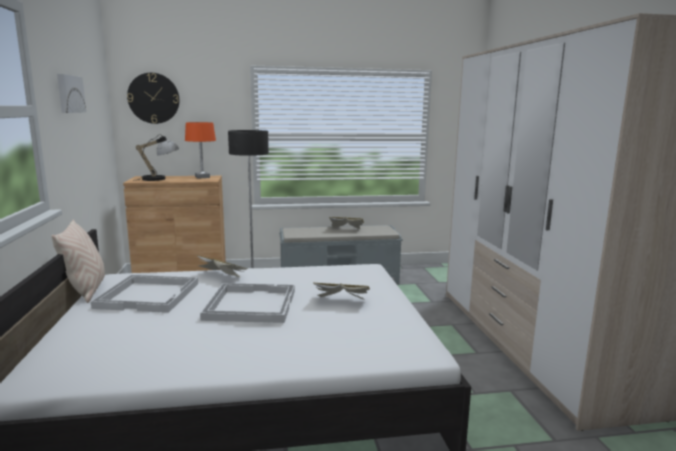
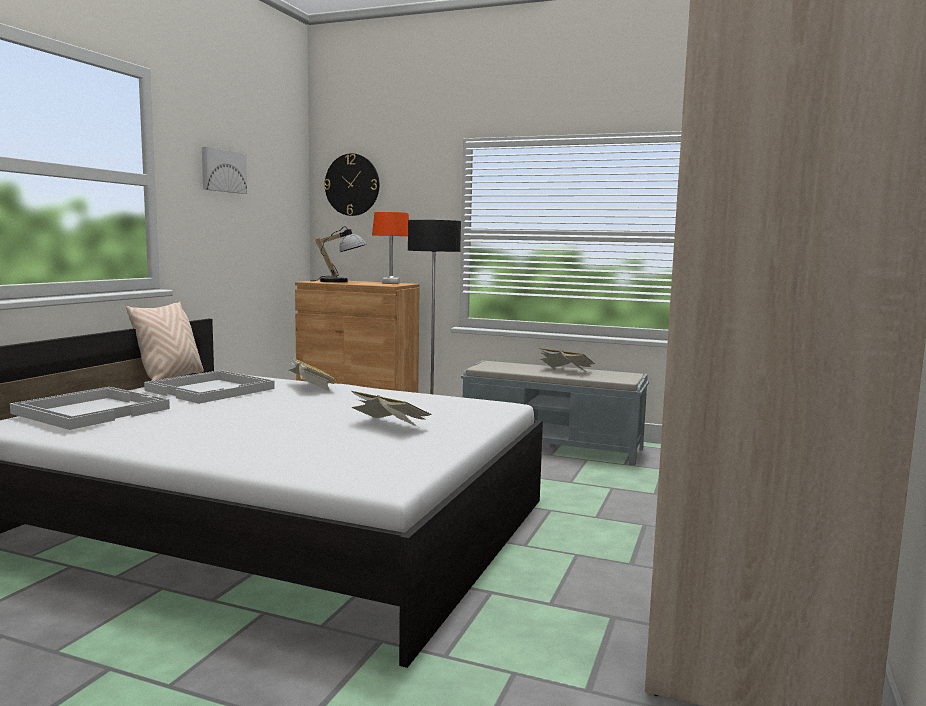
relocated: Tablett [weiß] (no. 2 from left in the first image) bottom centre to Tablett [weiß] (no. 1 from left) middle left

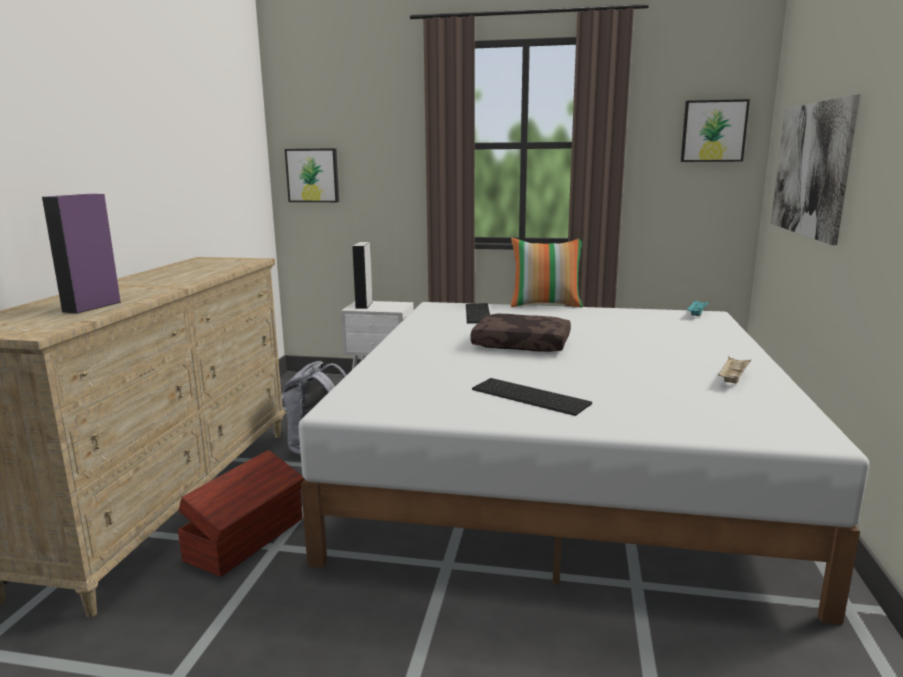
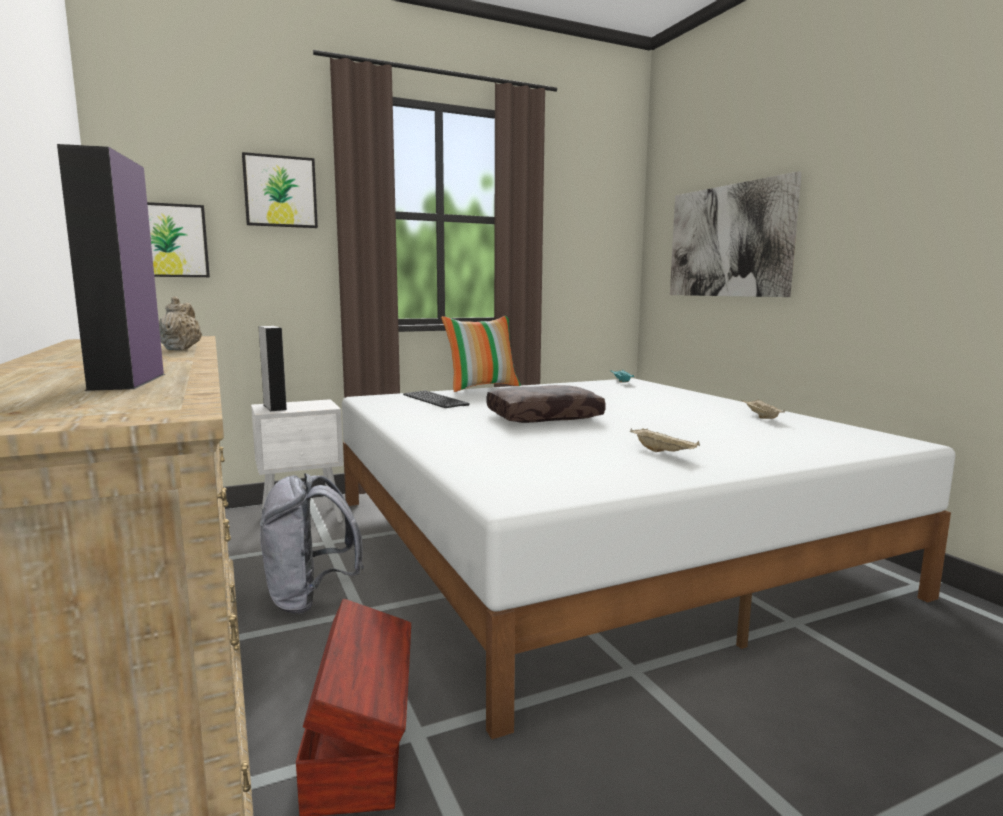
appeared: Teekanne [beige] middle left
relocated: Bild (no. 2 from left) top right to top left
exchanged: Tastatur (no. 2 from left) centre to Tablett [beige] (no. 1 from left) centre

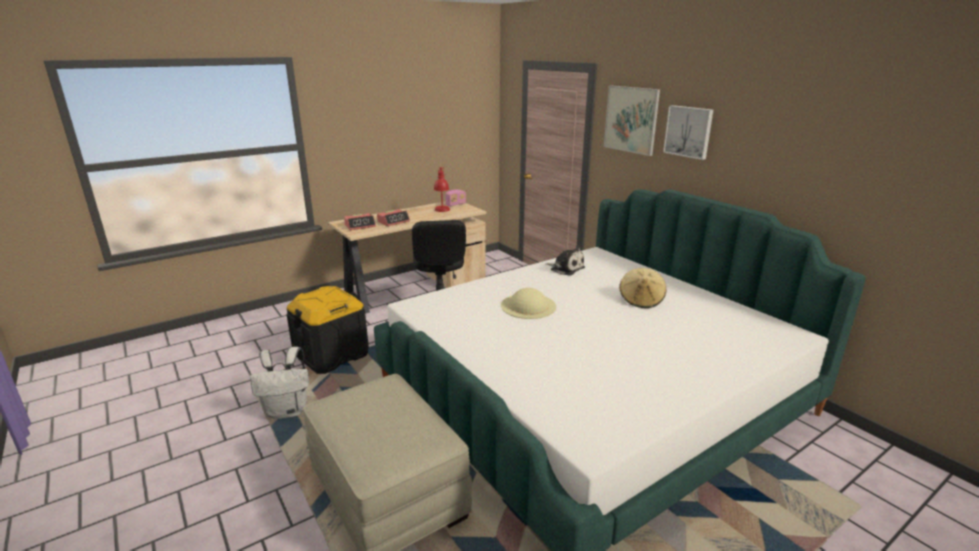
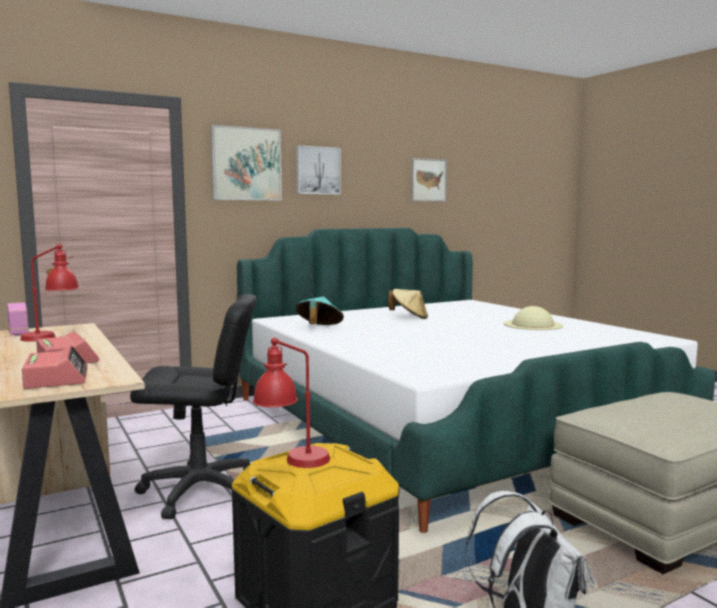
appeared: Tischlampe [rot] (no. 2 from left) centre; Bild (no. 3 from left) top centre
relocated: Hut [beige] (no. 1 from left in the first image) centre to Hut [beige] (no. 2 from left) middle right
exchanged: Plüschtier centre to Hut [türkis] centre

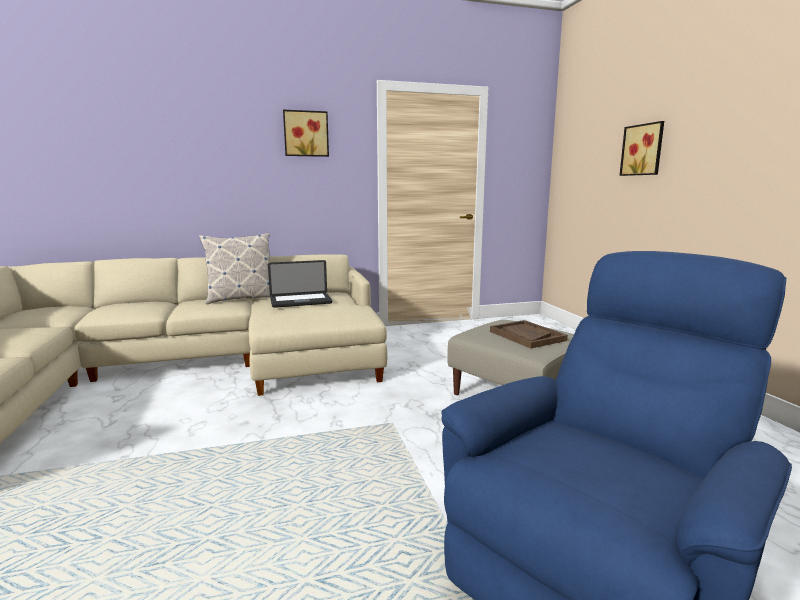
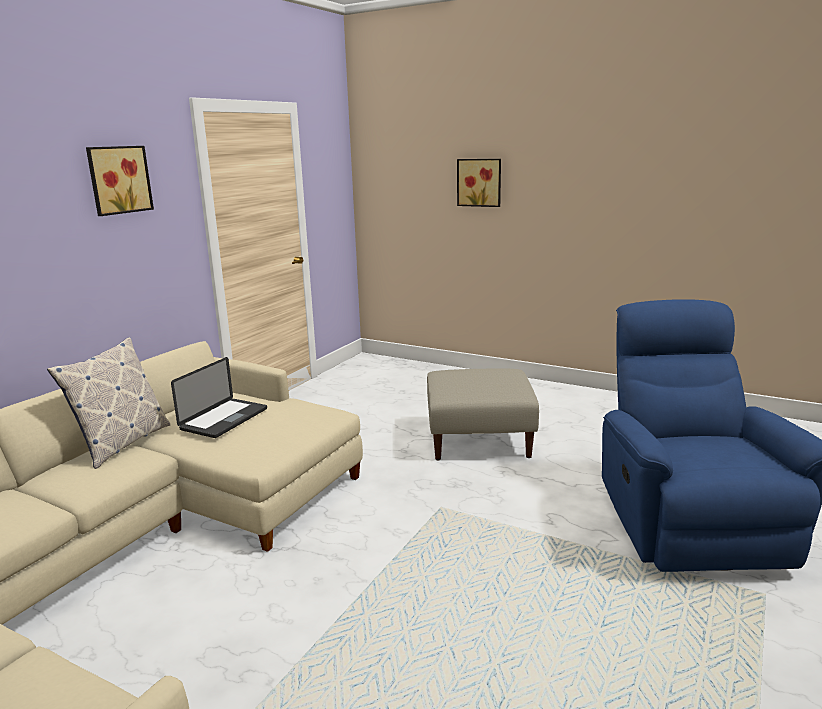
missing: Tablett [braun] centre

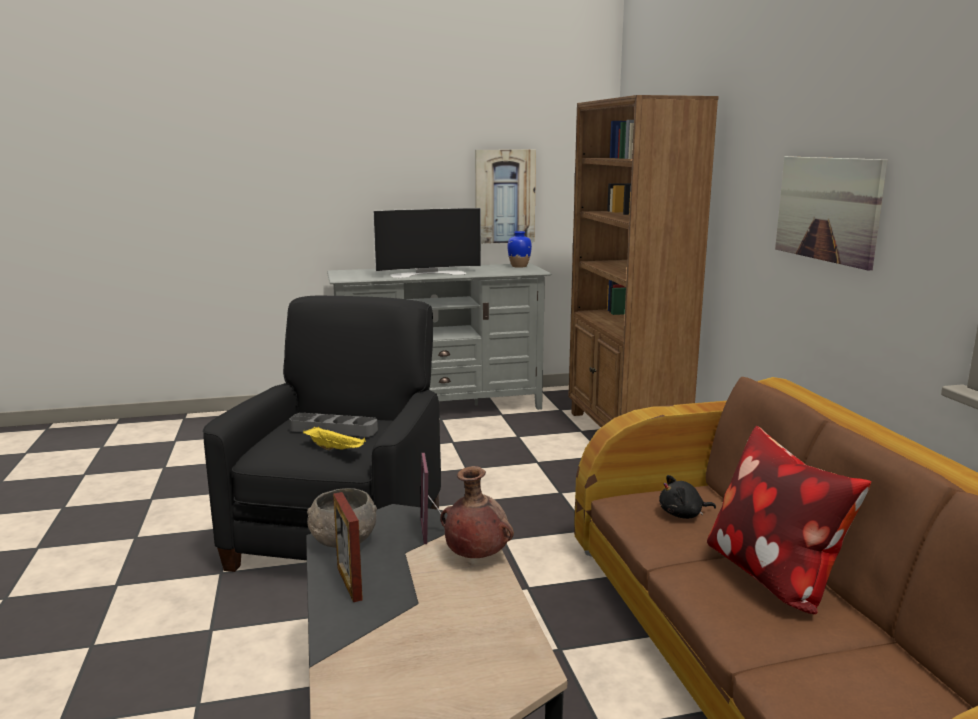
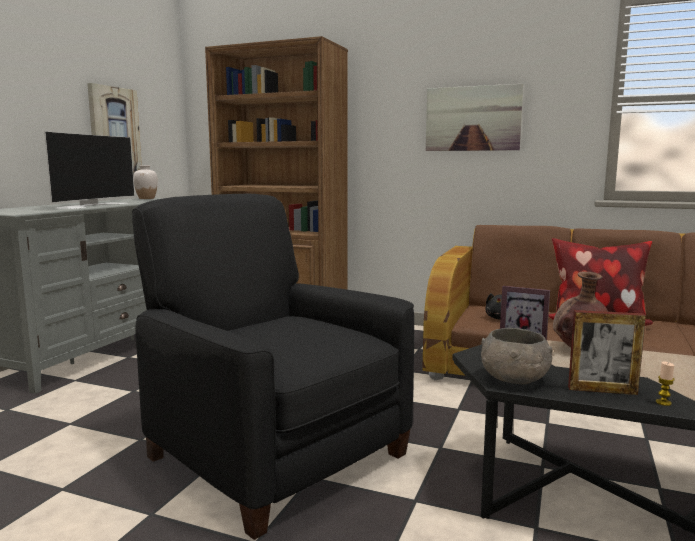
missing: Tablett [grau] centre; Tablett [gelb] centre
appeared: Kerze bottom right
colour: Vase [blau] centre to Vase [weiß] middle left

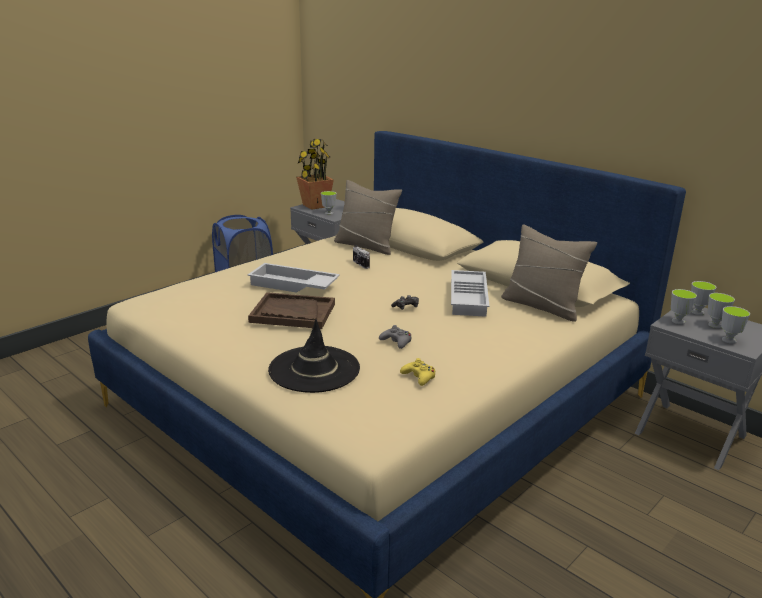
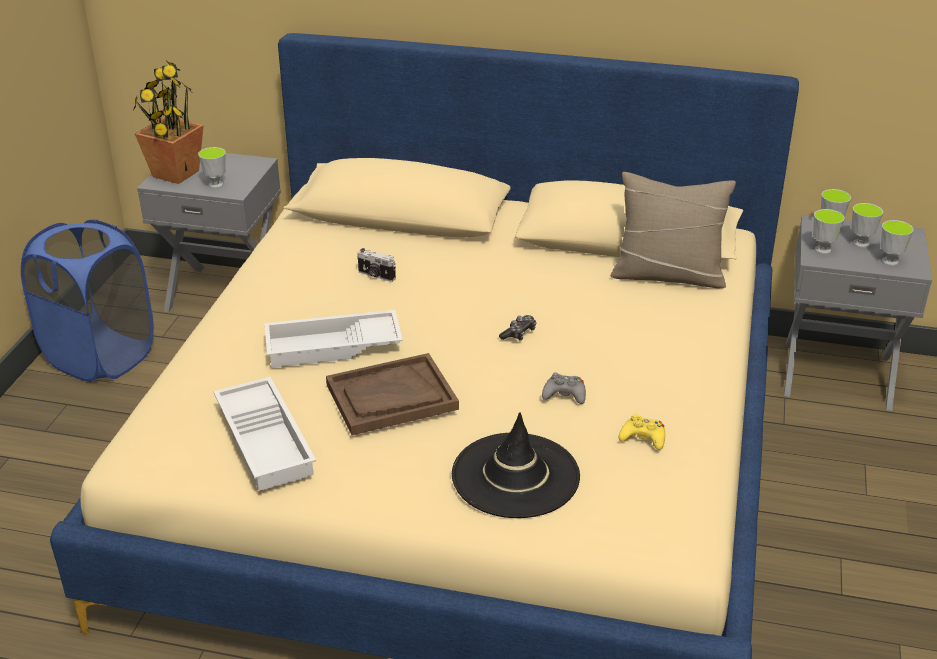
missing: Kissen [beige] (no. 1 from left) centre
relocated: Tablett [weiß] (no. 2 from left in the first image) centre to Tablett [weiß] (no. 1 from left) middle left

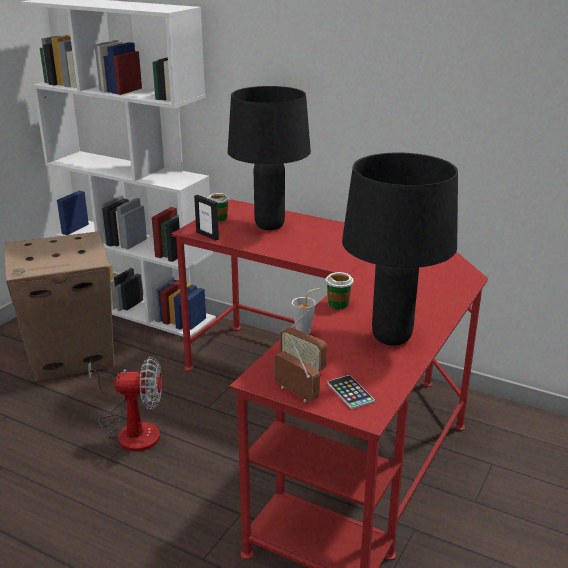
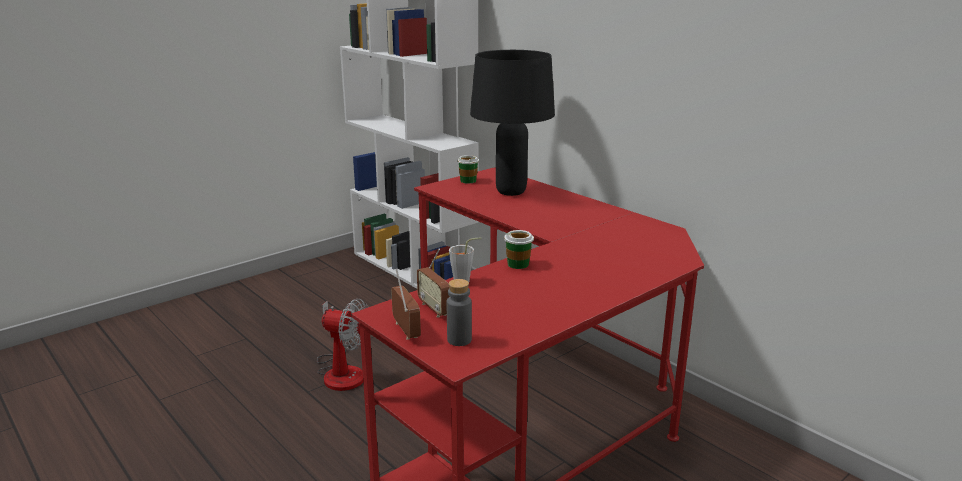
missing: Karton middle left; Bilderrahmen centre; Tischlampe [schwarz] (no. 2 from left) middle right
exchanged: Handy bottom centre to Flasche [grau] centre

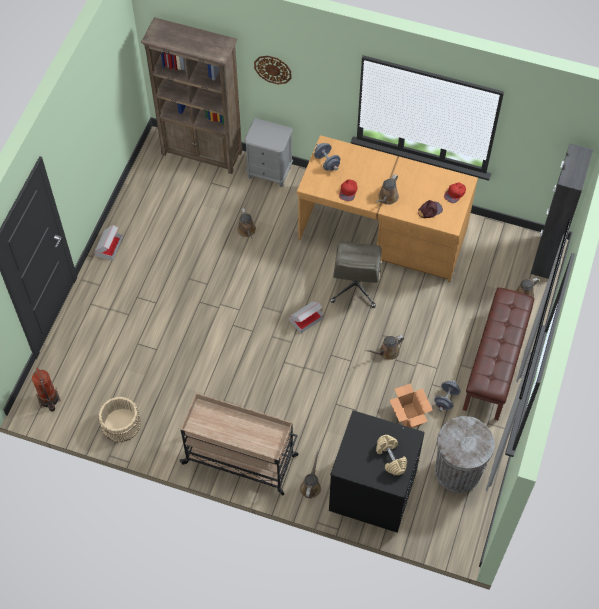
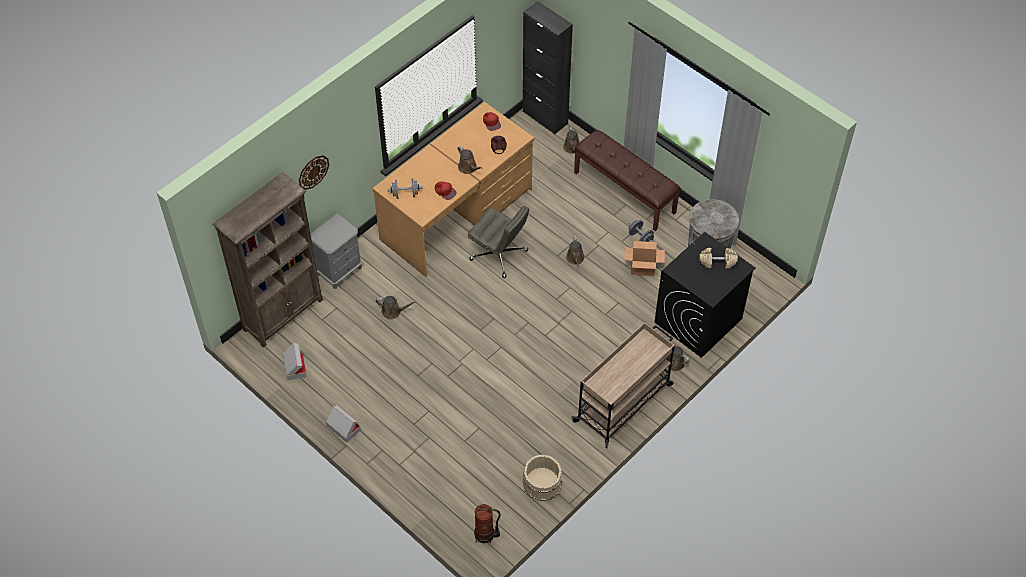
relocated: Karton (no. 2 from left in the first image) centre to Karton (no. 1 from left) middle left

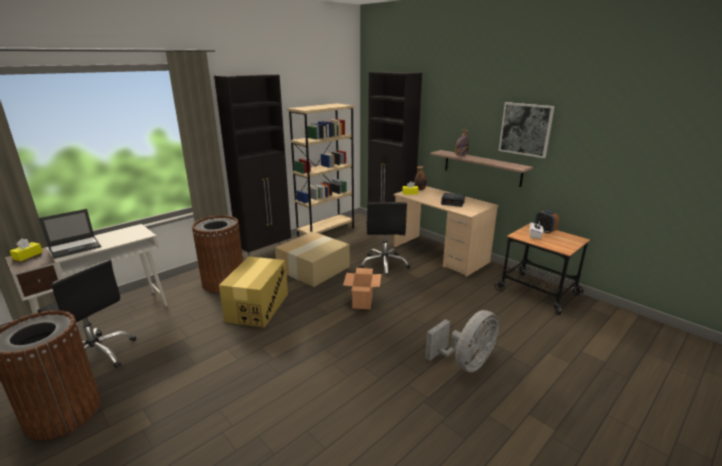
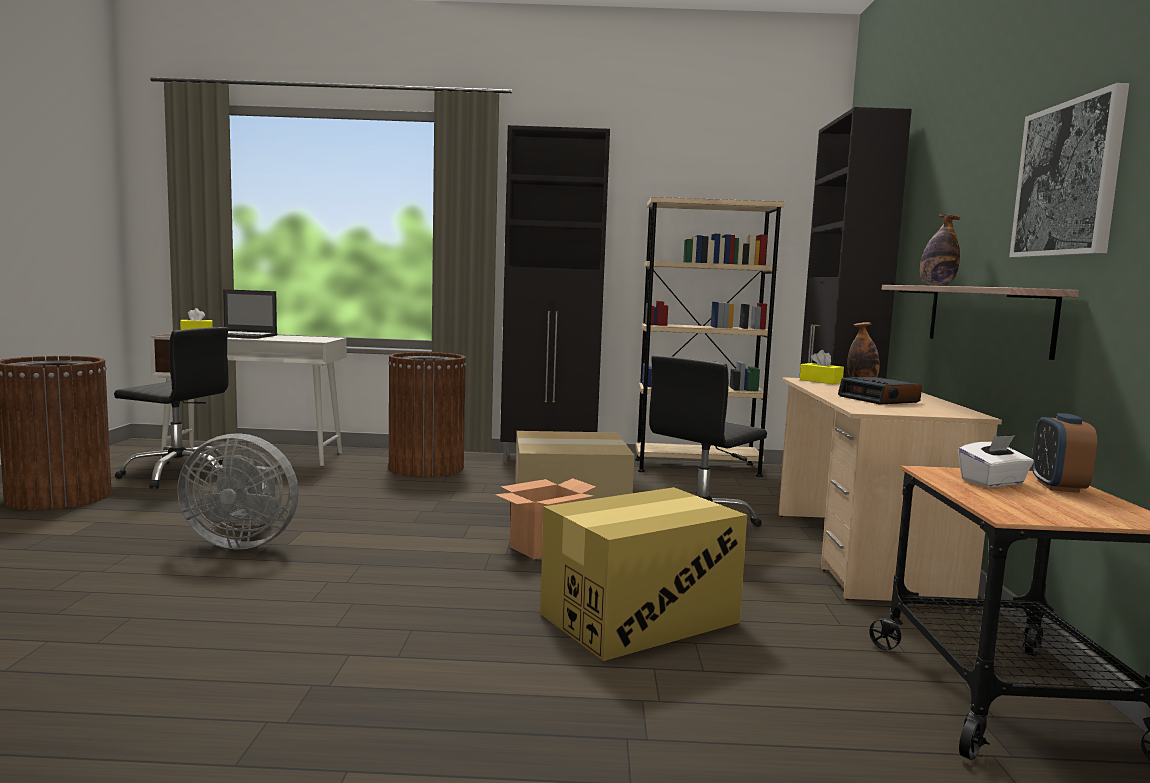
relocated: Ventilator [grau] bottom centre to middle left; Karton (no. 1 from left in the first image) centre to Karton (no. 3 from left) bottom centre
spun: Bürostuhl [schwarz] (no. 1 from left) bottom left = middle left 60 degrees counterclockwise

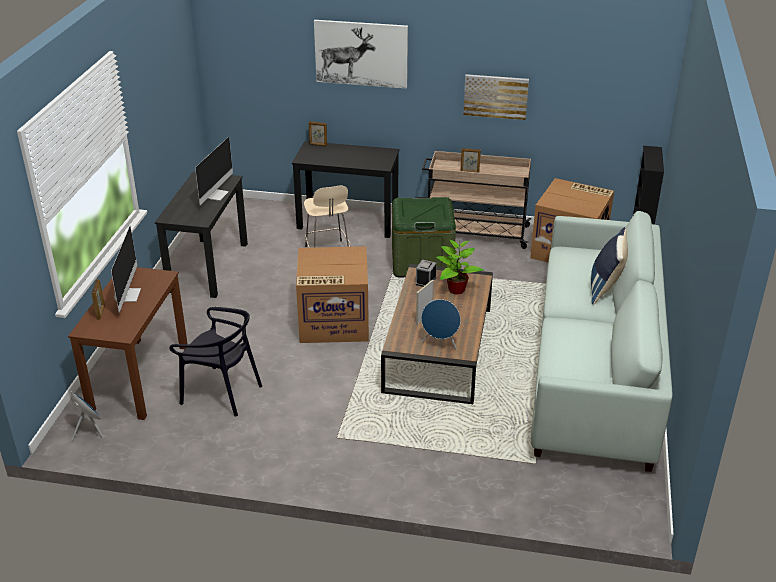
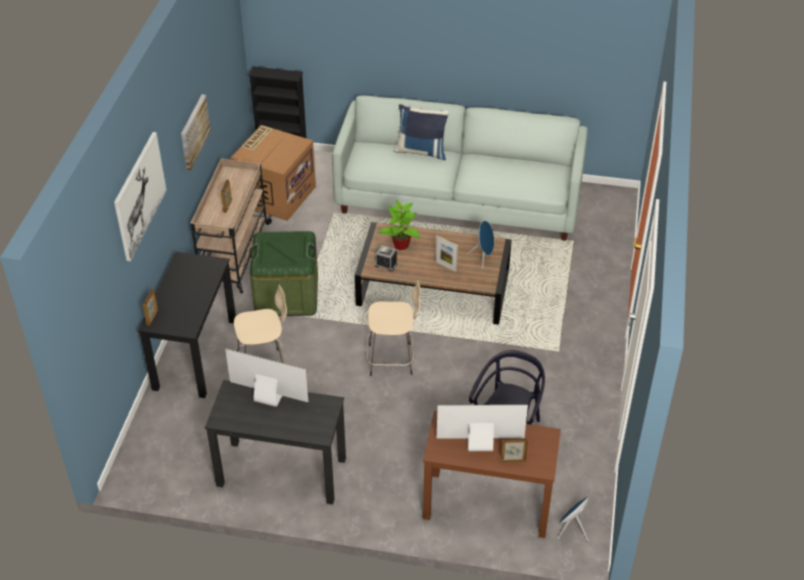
exchanged: Karton (no. 1 from left) centre to Hocker [beige] (no. 2 from left) centre

